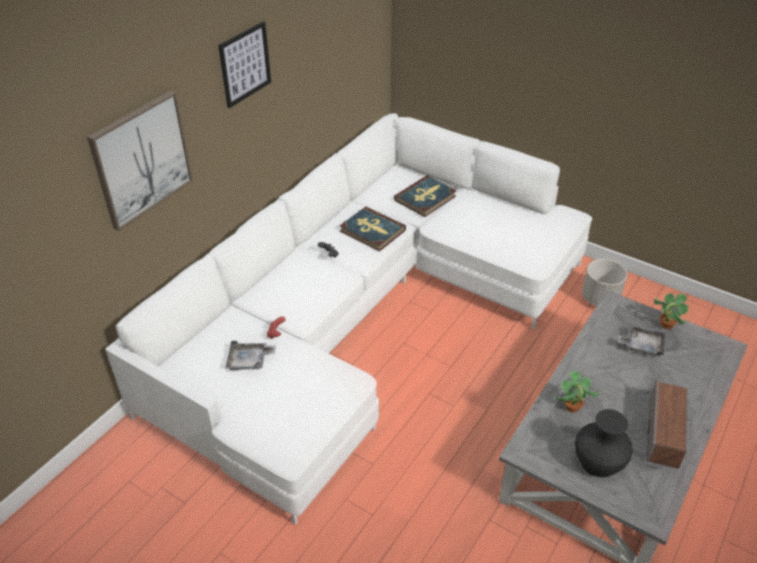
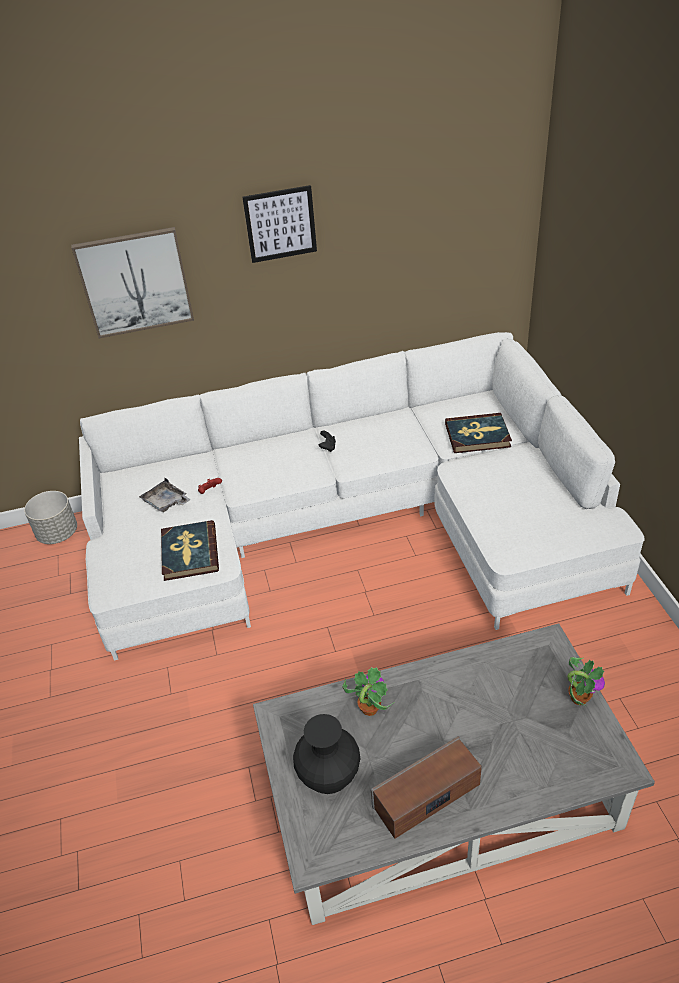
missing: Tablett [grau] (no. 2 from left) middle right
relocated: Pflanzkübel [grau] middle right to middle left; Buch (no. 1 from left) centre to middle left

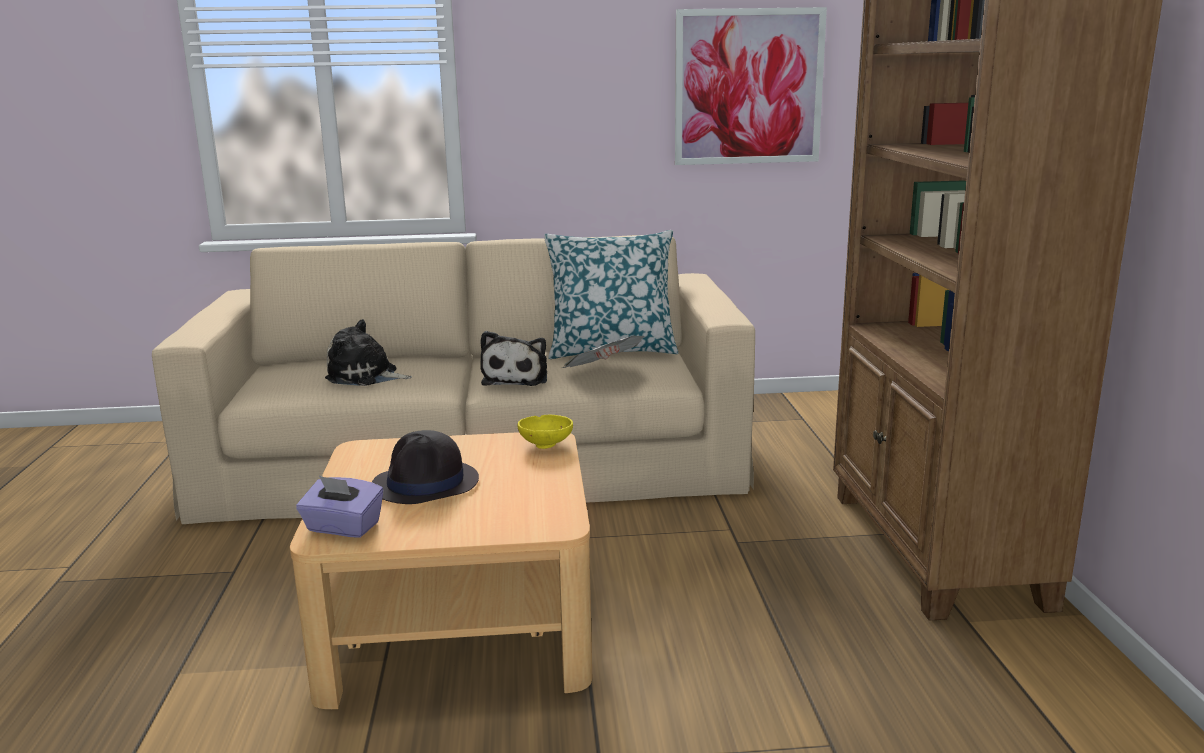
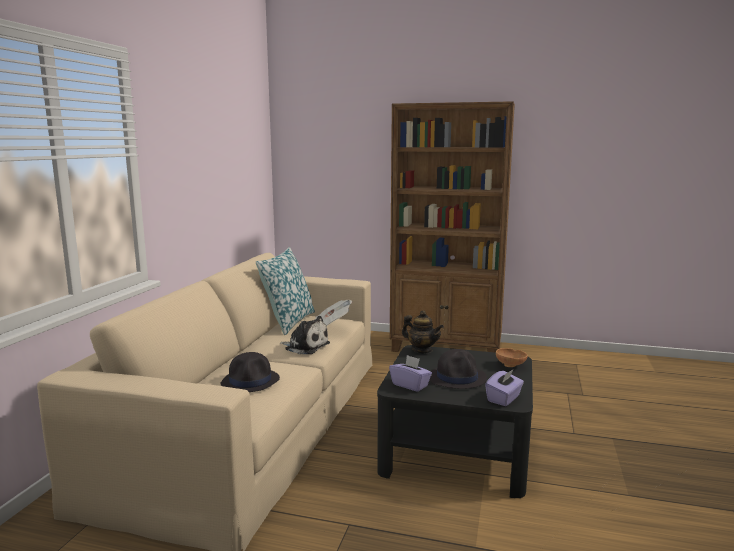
missing: Bild top centre
appeared: Taschentuchbox [lila] (no. 1 from left) bottom centre; Schüssel [braun] middle right
exchanged: Plüschtier (no. 1 from left) middle left to Hut [schwarz] (no. 1 from left) bottom centre; Schüssel [gelb] centre to Teekanne centre
colour: Couchtisch [beige] bottom centre to Couchtisch [schwarz] bottom centre

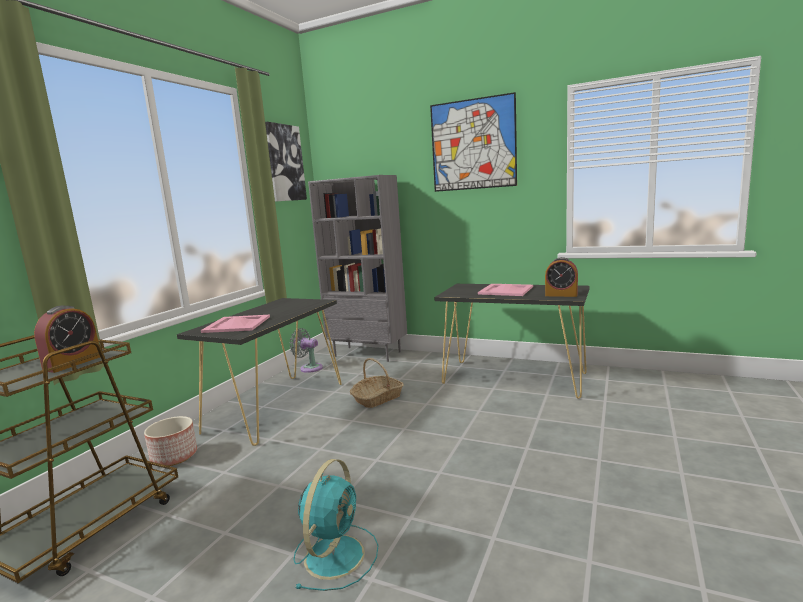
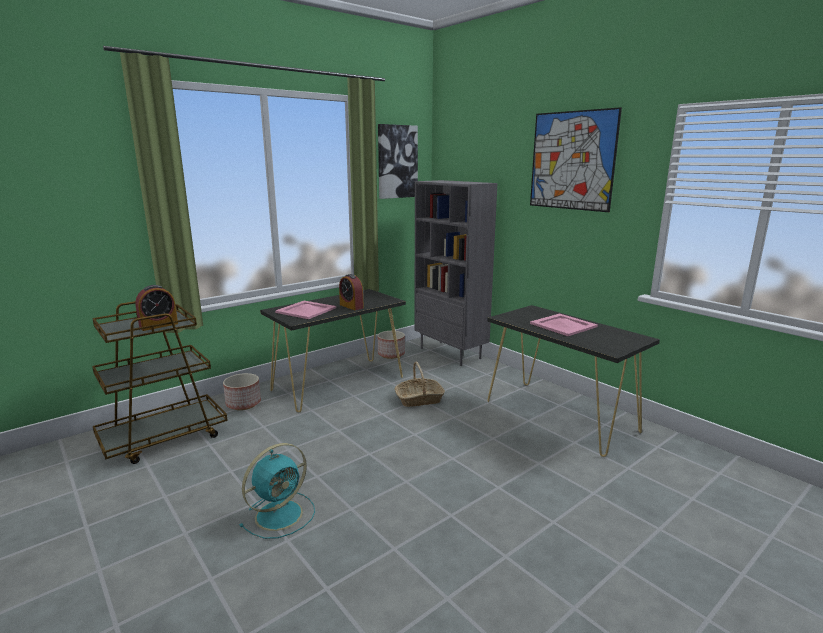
relocated: Wecker (no. 2 from left) middle right to centre
exchanged: Ventilator [grau] centre to Pflanzkübel (no. 2 from left) centre

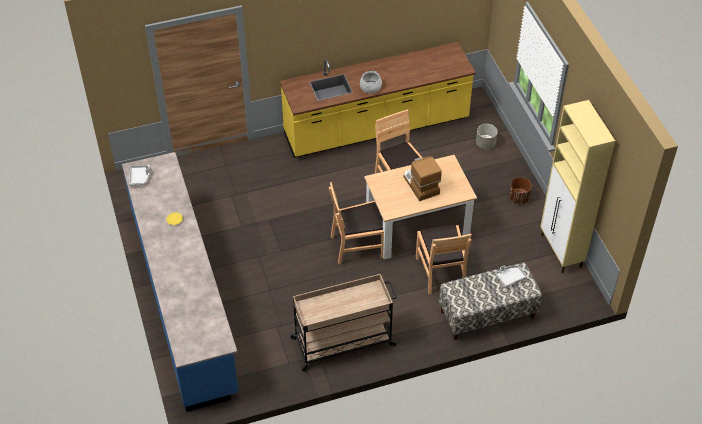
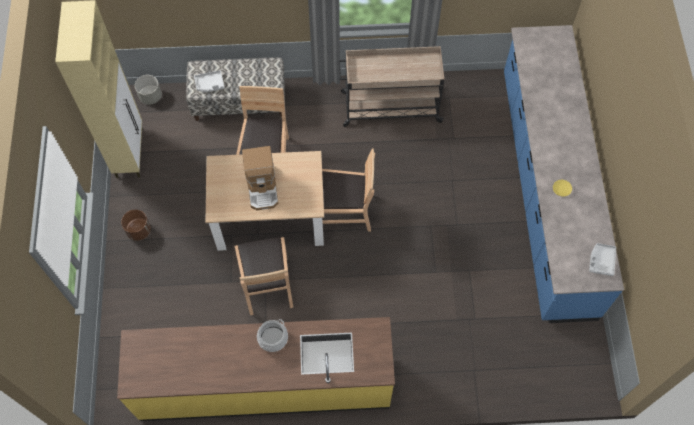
relocated: Pflanzkübel [grau] top right to top left

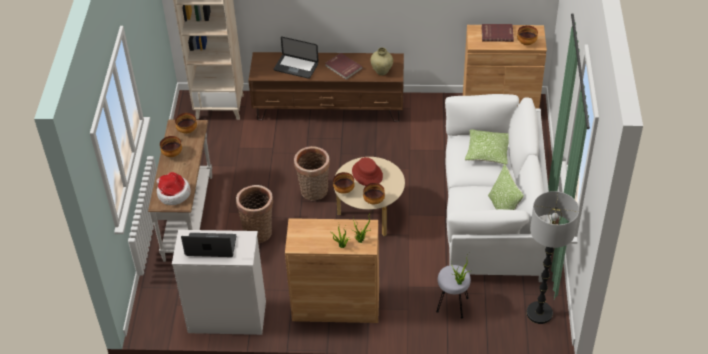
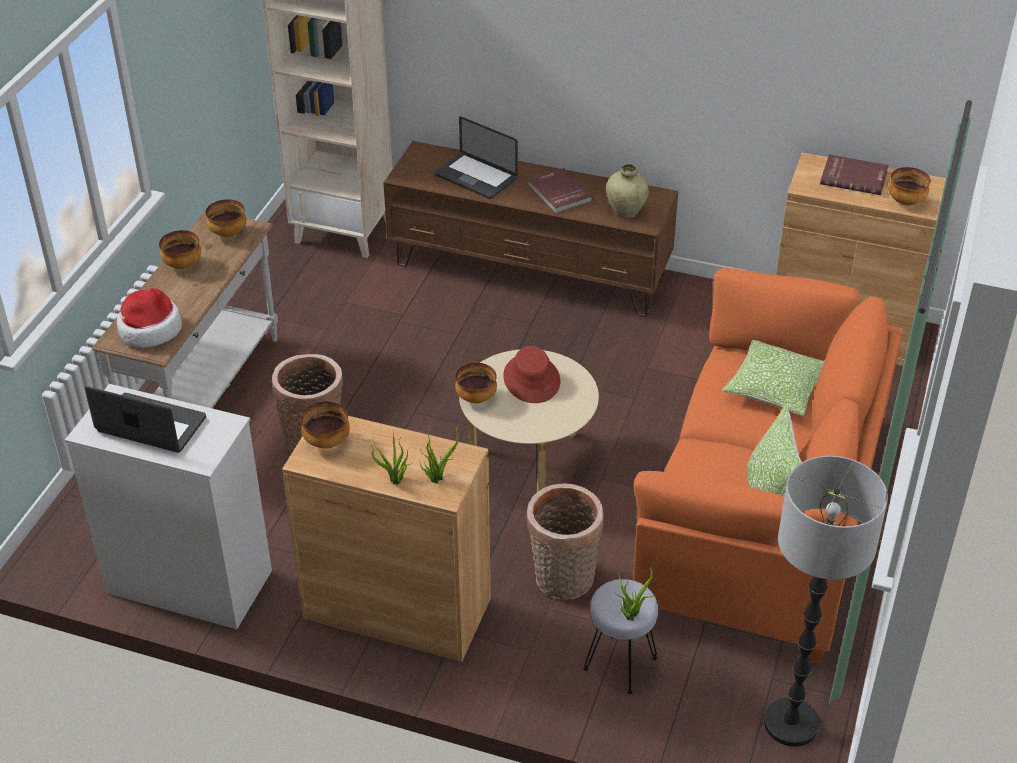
relocated: Schüssel (no. 4 from left in the first image) centre to Schüssel (no. 3 from left) middle left; Korb (no. 2 from left) centre to bottom centre
colour: Sofa [weiß] middle right to Sofa [orange] middle right

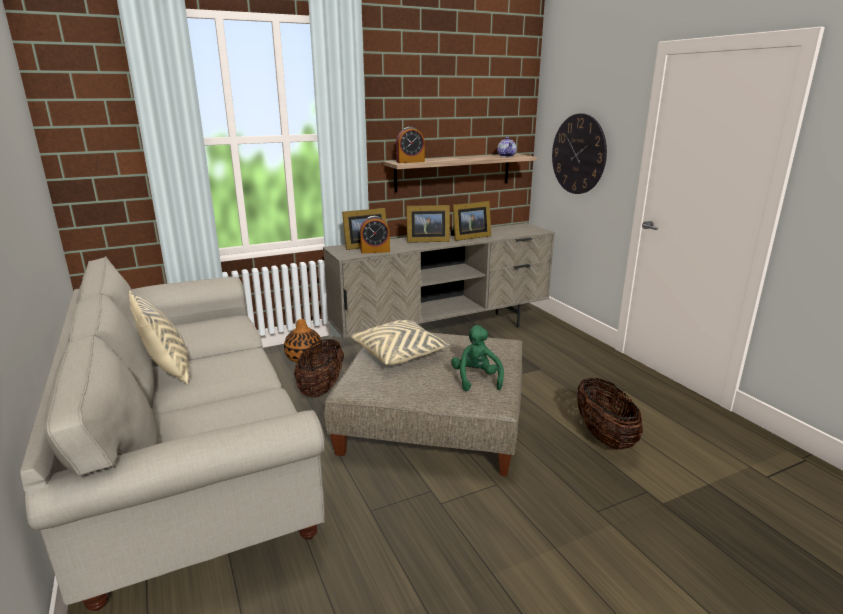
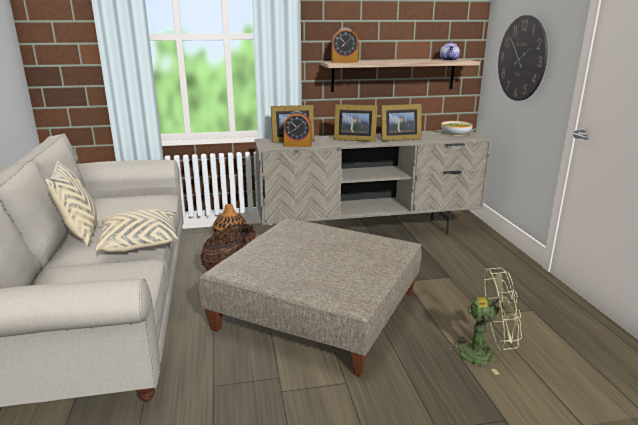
missing: Plüschtier [grün] centre
appeared: Schüssel top right
relocated: Kissen [beige] (no. 2 from left) centre to middle left
exchanged: Korb (no. 2 from left) bottom right to Ventilator [grün] bottom right

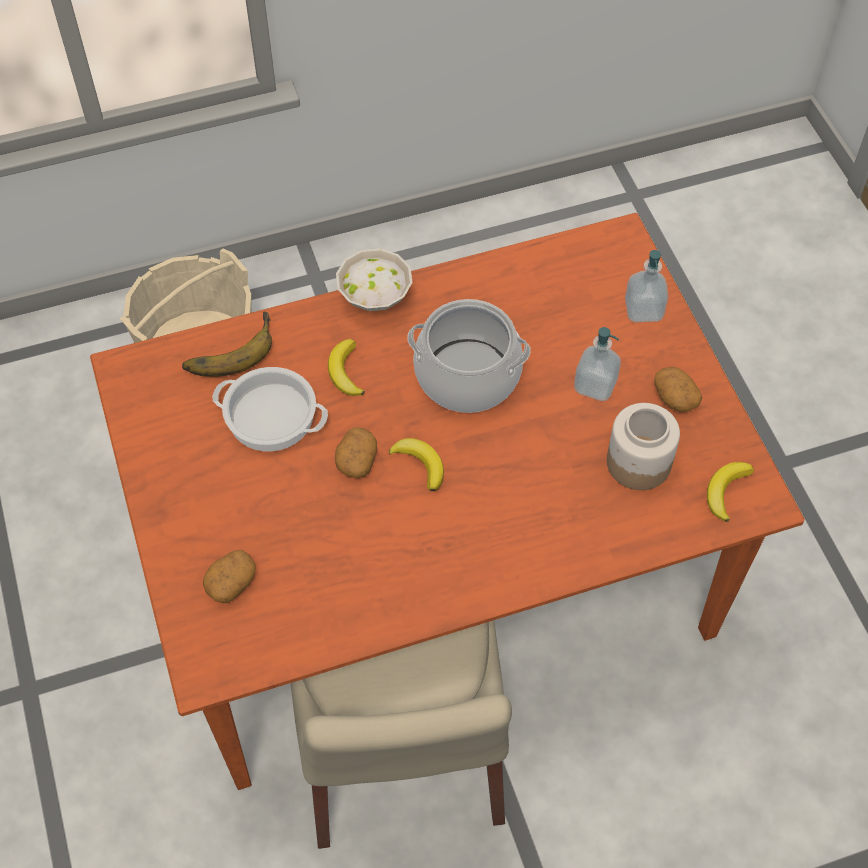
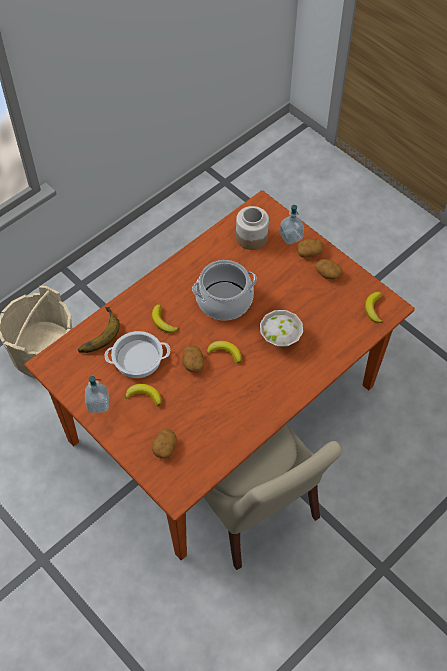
appeared: Banane (no. 2 from left) middle left; Kartoffel (no. 3 from left) middle right
relocated: Seifenspender (no. 1 from left) middle right to middle left; Vorratsglas middle right to centre; Schüssel [weiß] top centre to centre

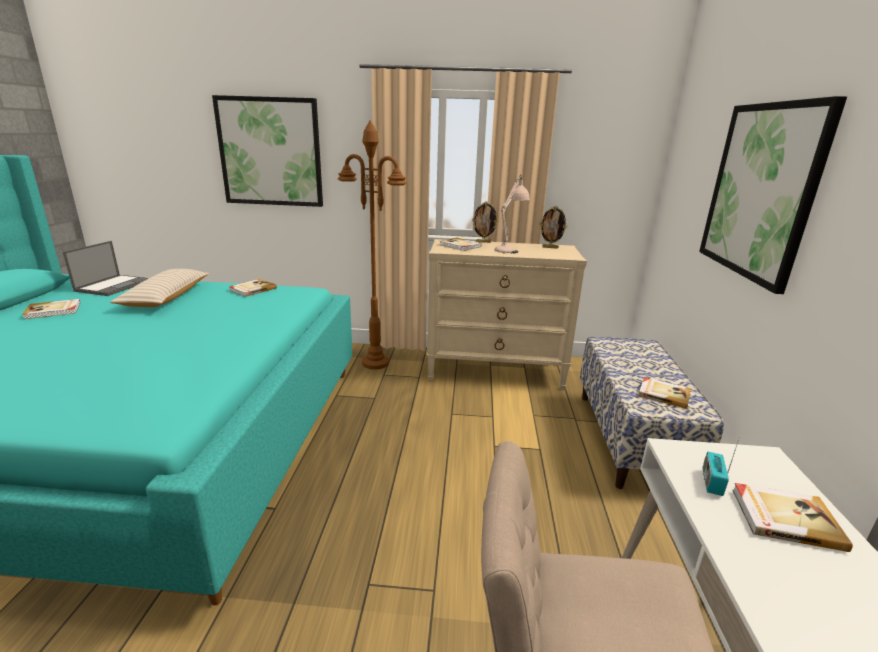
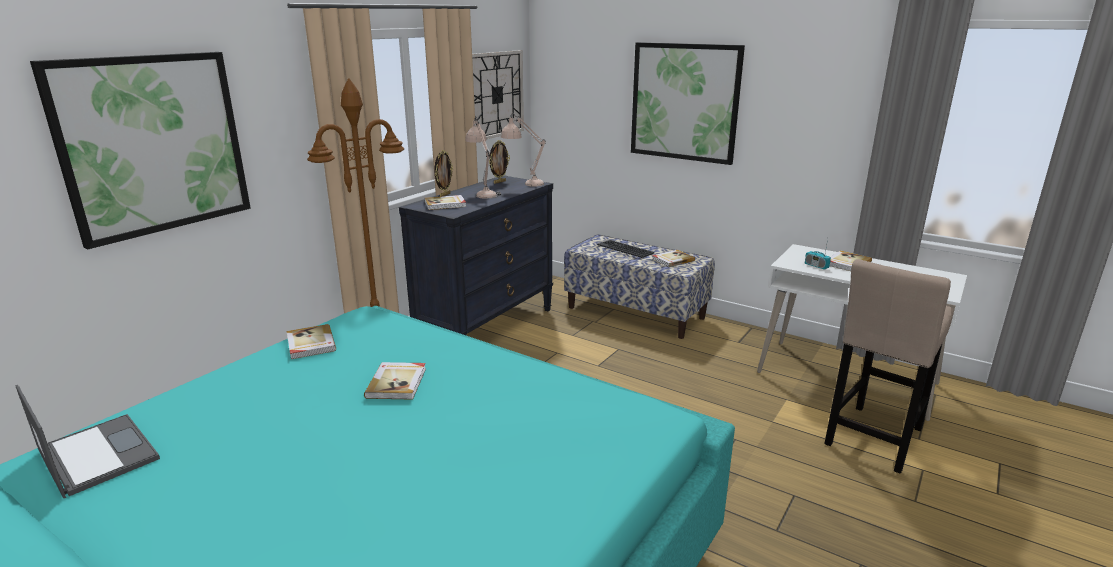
missing: Kissen [beige] middle left
appeared: Wanduhr top centre; Tischlampe [beige] (no. 2 from left) top centre; Tastatur centre
relocated: Buch (no. 1 from left in the first image) middle left to Buch (no. 2 from left) bottom centre
colour: Kommode [beige] centre to Kommode [schwarz] centre

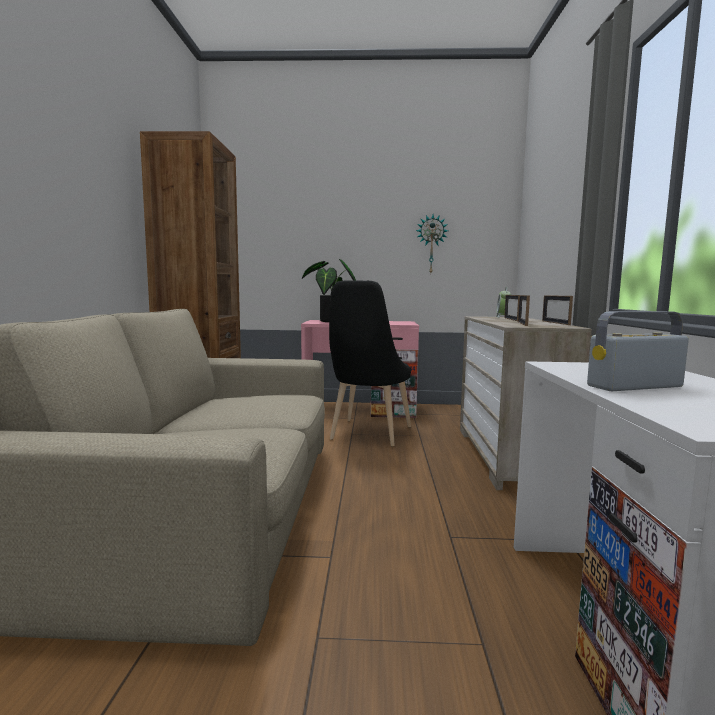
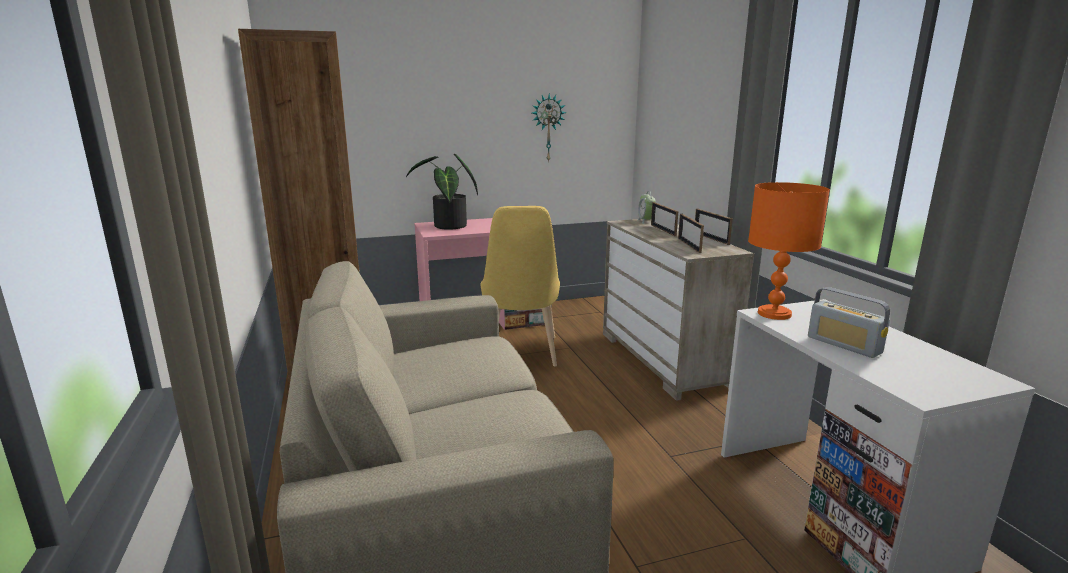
appeared: Tischlampe [orange] middle right
colour: Stuhl [schwarz] centre to Stuhl [gelb] centre
spun: Radio middle right = middle right 90 degrees counterclockwise

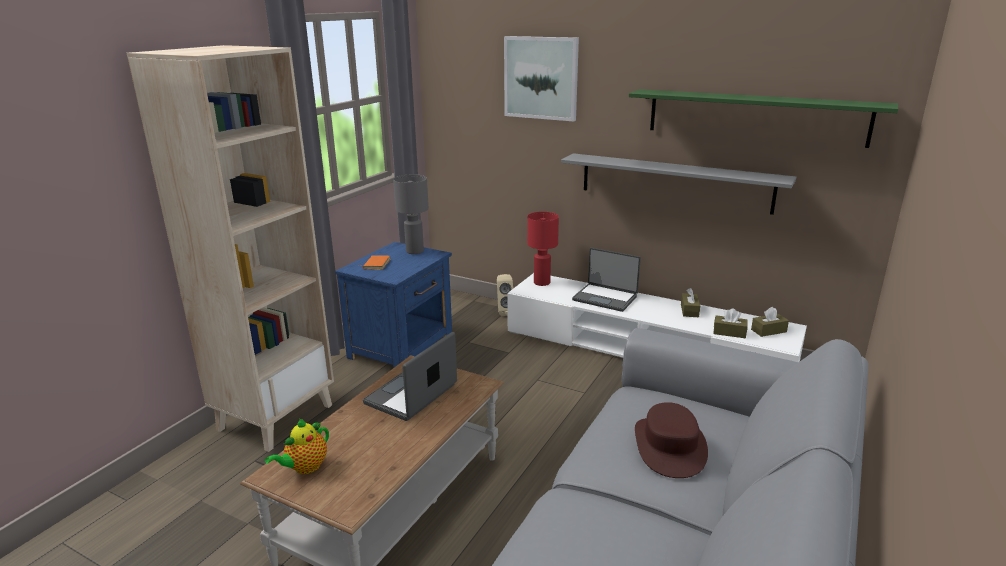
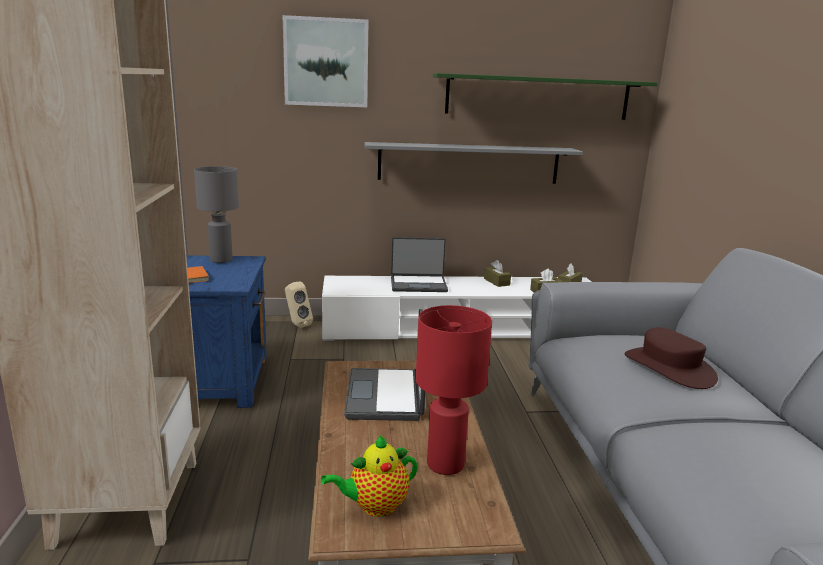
relocated: Tischlampe [rot] centre to bottom centre
spun: Teekanne bottom left = bottom centre 60 degrees clockwise

